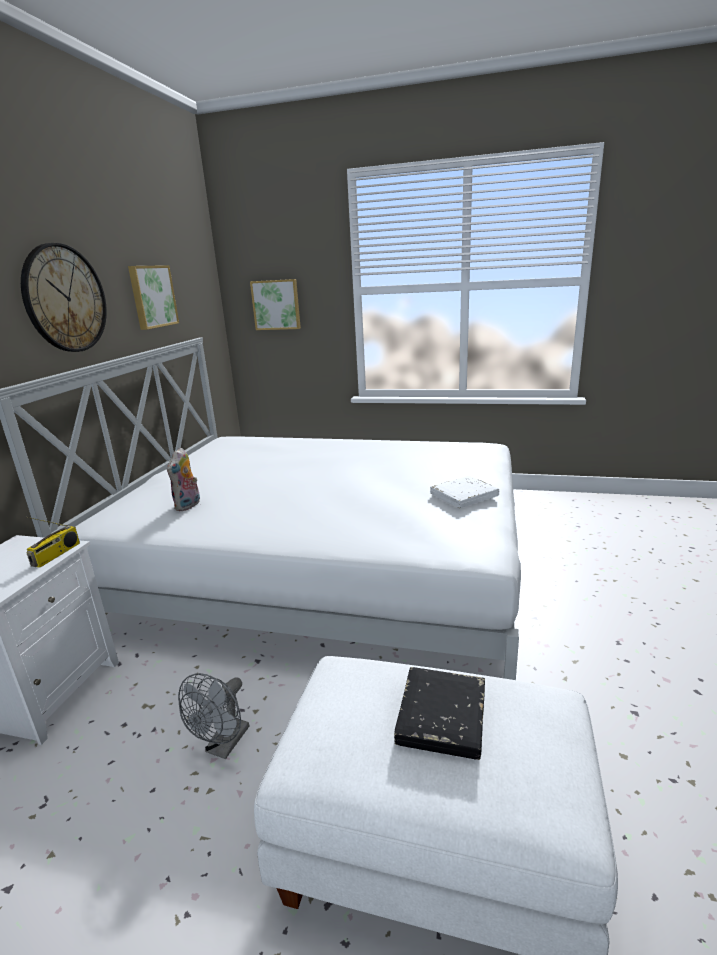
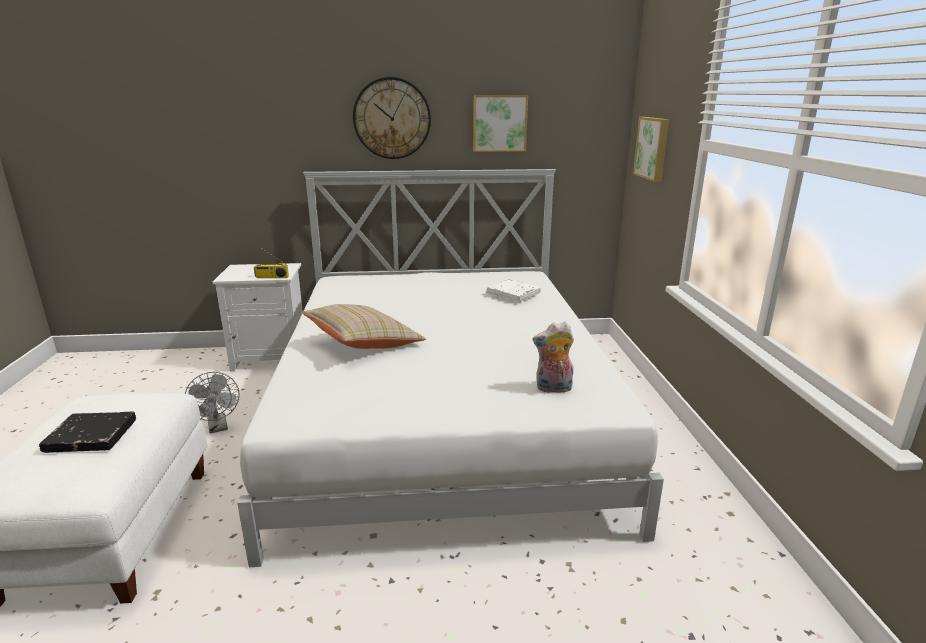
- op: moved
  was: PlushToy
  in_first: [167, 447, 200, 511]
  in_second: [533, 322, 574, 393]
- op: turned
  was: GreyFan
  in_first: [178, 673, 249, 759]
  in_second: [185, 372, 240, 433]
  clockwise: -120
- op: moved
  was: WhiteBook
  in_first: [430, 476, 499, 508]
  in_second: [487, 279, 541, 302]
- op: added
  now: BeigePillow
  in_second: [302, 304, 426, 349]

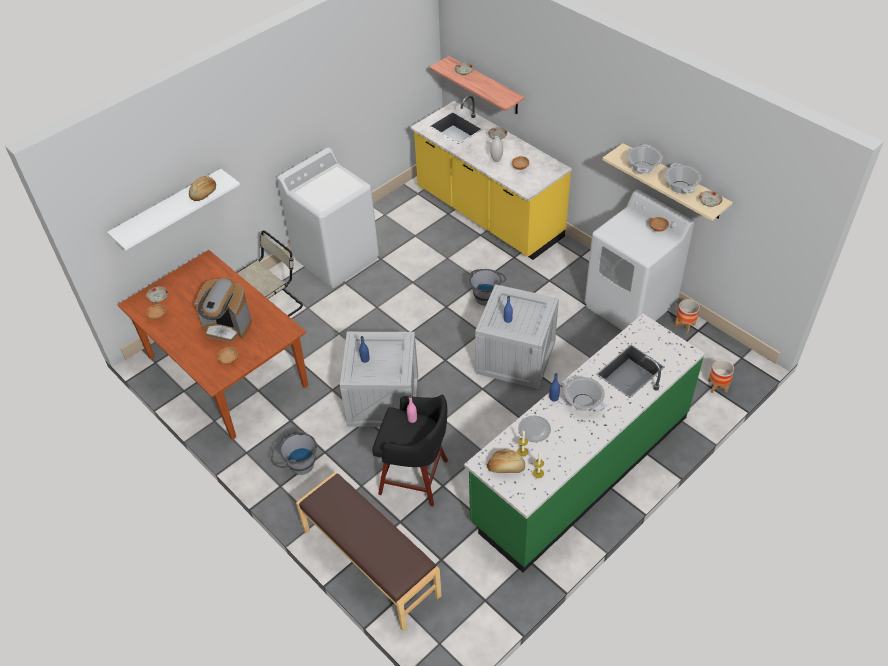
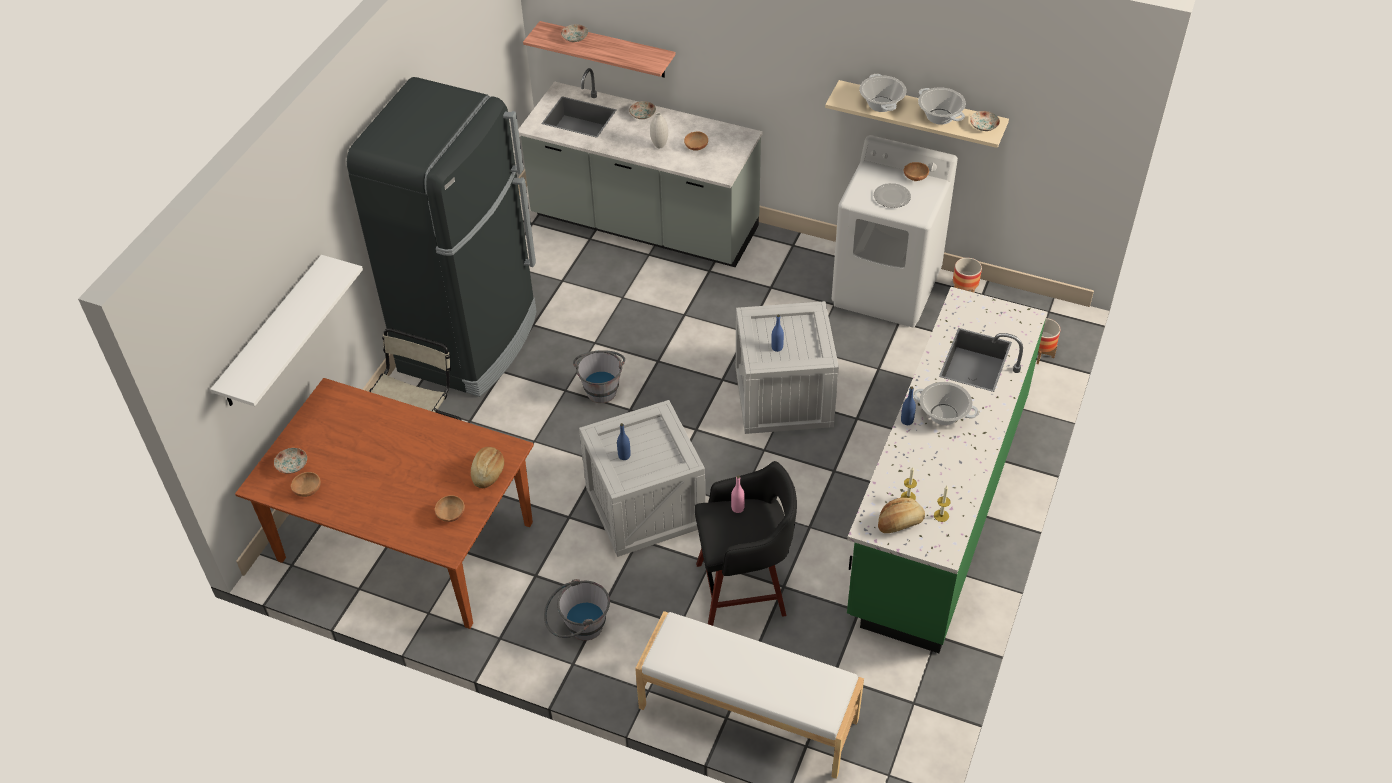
- op: moved
  was: Bread
  in_first: [189, 176, 216, 201]
  in_second: [471, 447, 504, 488]
- op: removed
  was: CoffeeMachine
  in_first: [195, 278, 252, 343]
- op: replaced
  was: WhiteWashingMachine
  now: BlackFridge
  in_first: [277, 148, 379, 288]
  in_second: [347, 77, 537, 397]
- op: recoloured
  was: BrownBench
  now: WhiteBench
  in_first: [296, 472, 442, 631]
  in_second: [635, 611, 864, 779]
- op: recoloured
  was: YellowCounter
  now: GreyCounter
  in_first: [410, 96, 572, 260]
  in_second: [518, 68, 762, 267]
- op: moved
  was: GreyBucket
  in_first: [470, 269, 506, 306]
  in_second: [573, 350, 625, 403]
- op: moved
  was: Plate
  in_first: [518, 415, 551, 442]
  in_second: [874, 183, 911, 208]

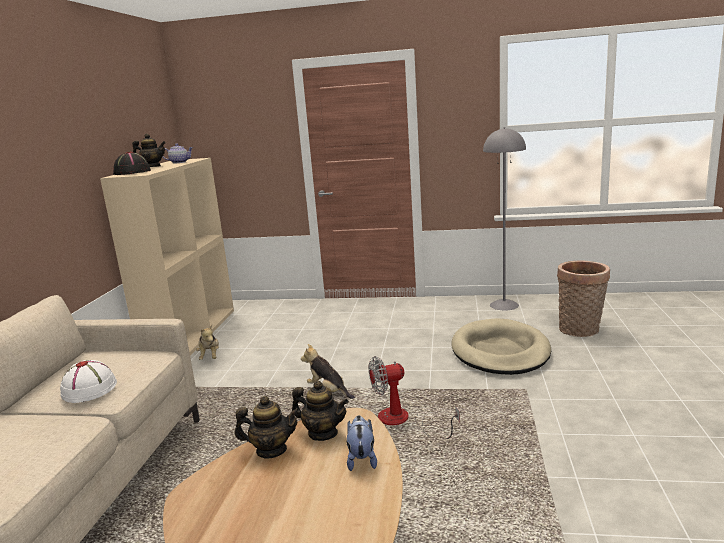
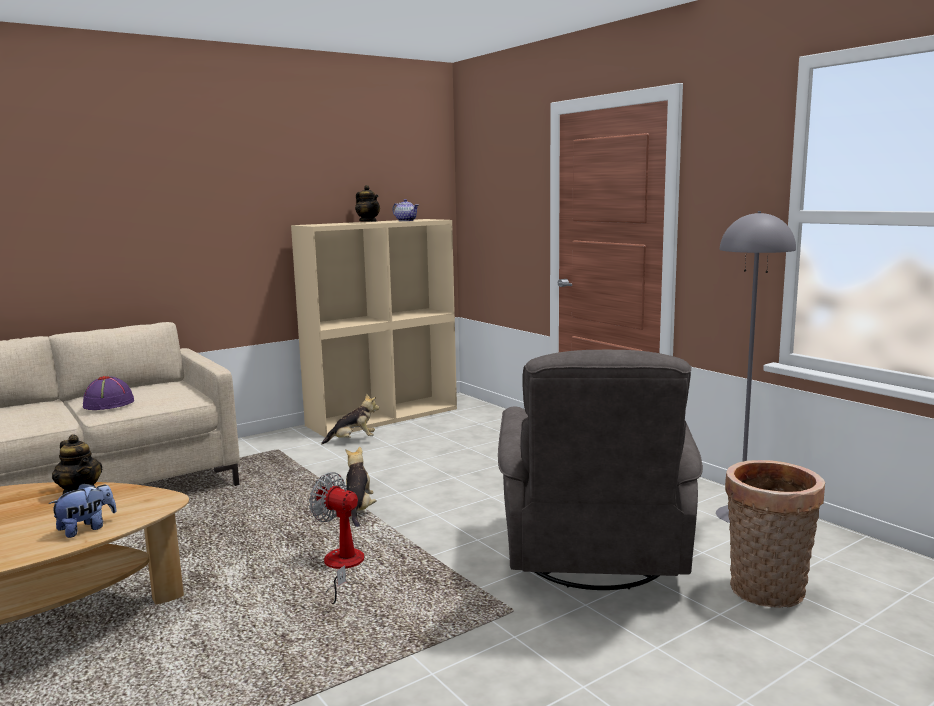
- op: recoloured
  was: WhiteHat
  now: PurpleHat
  in_first: [60, 360, 117, 403]
  in_second: [83, 376, 134, 410]
- op: removed
  was: BlackHat
  in_first: [113, 151, 151, 175]
- op: turned
  was: PlushToy
  in_first: [196, 325, 219, 360]
  in_second: [321, 394, 379, 444]
  clockwise: -135
- op: removed
  was: Teapot
  in_first: [292, 381, 349, 441]
- op: replaced
  was: BeigeDogBed
  now: GreyArmchair
  in_first: [452, 318, 551, 375]
  in_second: [498, 350, 703, 590]

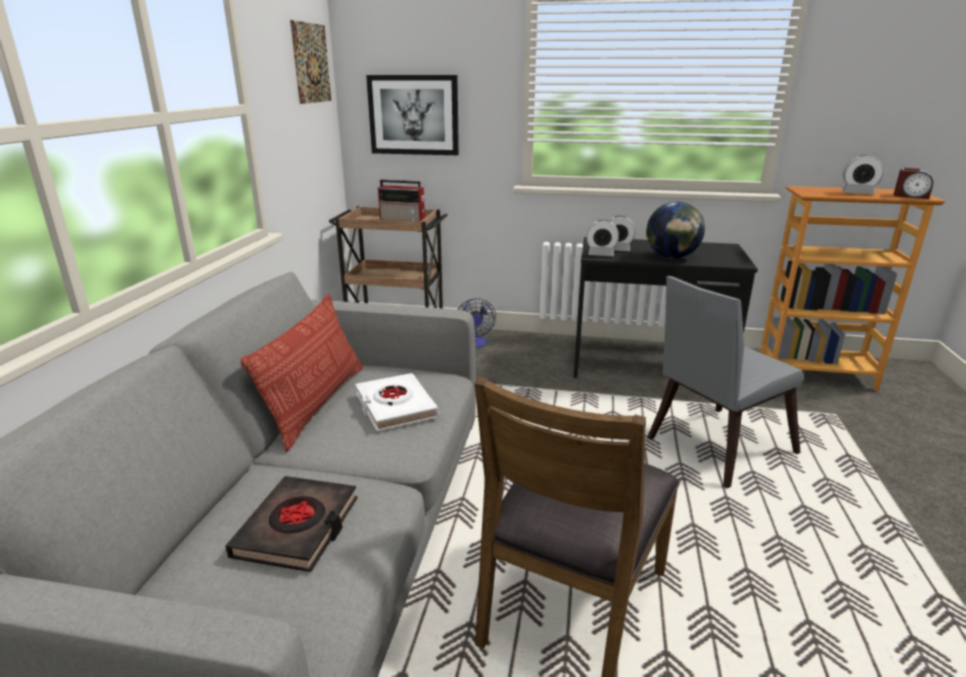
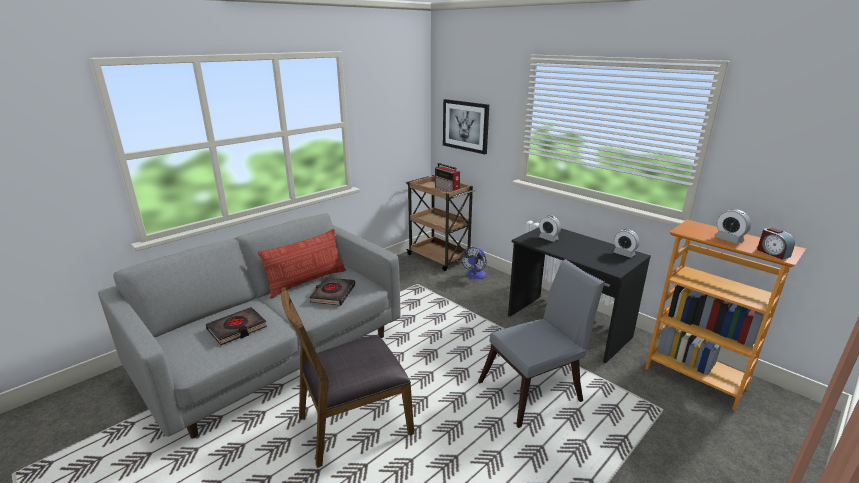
- op: removed
  was: Picture
  in_first: [290, 20, 332, 104]
- op: recoloured
  was: WhiteBook
  now: BlackBook
  in_first: [355, 373, 439, 431]
  in_second: [309, 277, 355, 306]
- op: moved
  was: AlarmClock
  in_first: [586, 220, 619, 256]
  in_second: [613, 229, 640, 258]
- op: removed
  was: Globe
  in_first: [646, 202, 705, 259]
- op: turned
  was: GreyChair
  in_first: [647, 276, 804, 489]
  in_second: [478, 259, 605, 428]
  clockwise: 150

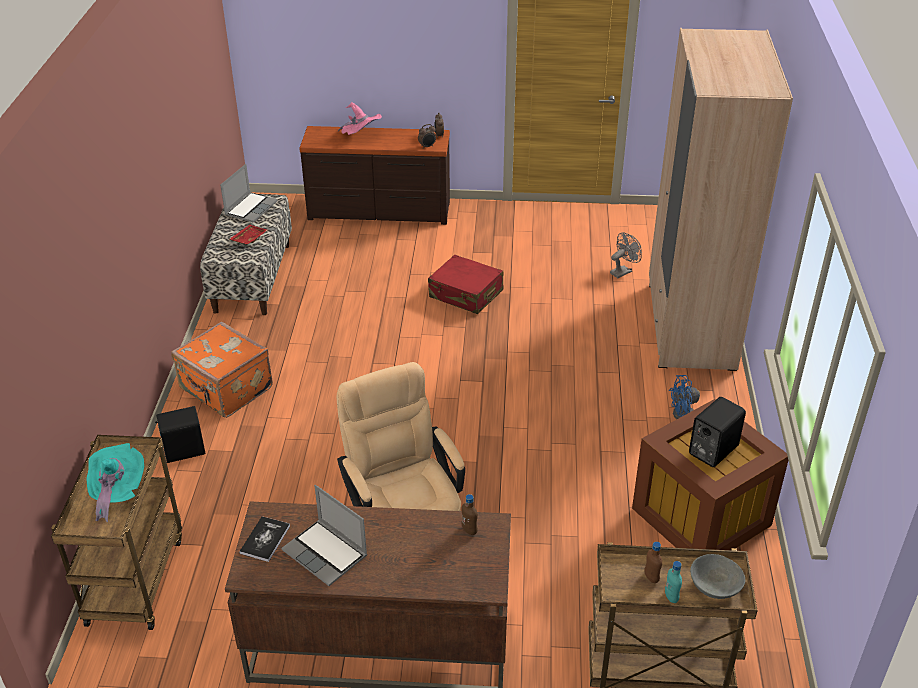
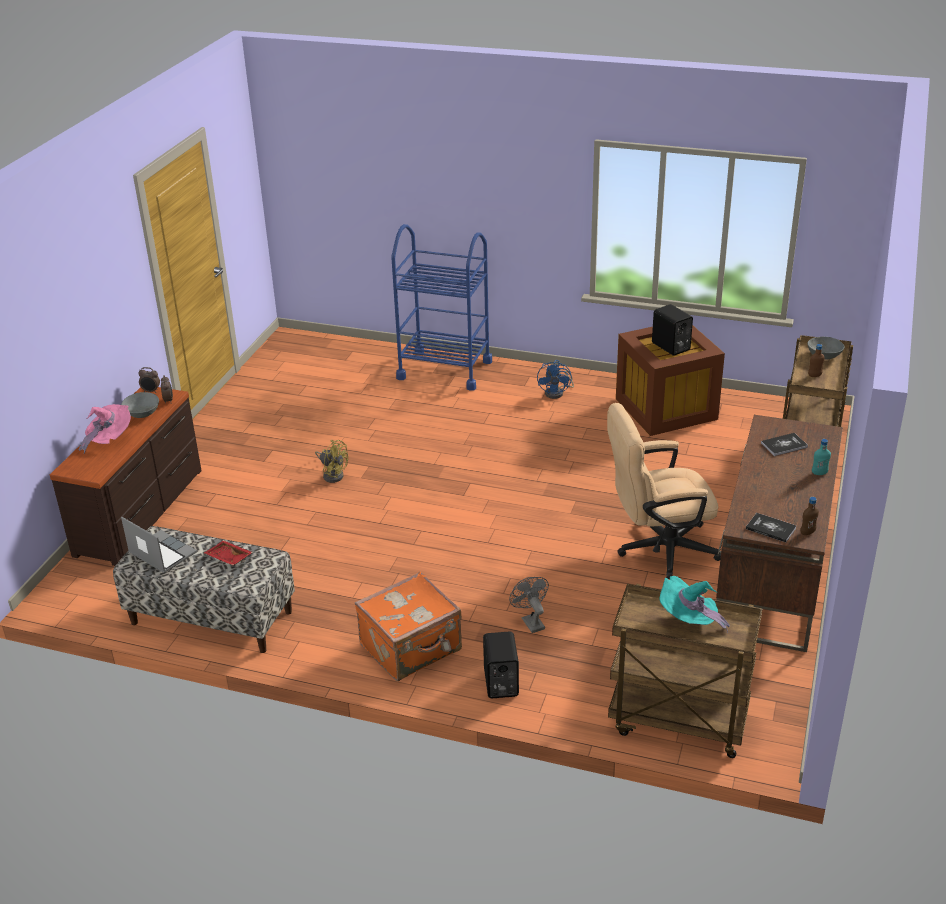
- op: removed
  was: Laptop
  in_first: [282, 485, 367, 586]
- op: replaced
  was: RedSuitcase
  now: YellowFan
  in_first: [428, 255, 504, 314]
  in_second: [315, 440, 348, 483]
- op: moved
  was: BrownBottle
  in_first: [461, 494, 478, 535]
  in_second: [800, 497, 819, 535]
- op: moved
  was: GreyFan
  in_first: [610, 233, 642, 278]
  in_second: [509, 577, 549, 633]
- op: replaced
  was: BeigeWardrobe
  now: BlueCart
  in_first: [649, 28, 793, 371]
  in_second: [391, 224, 492, 391]
- op: moved
  was: TurquoiseBottle
  in_first: [665, 561, 682, 603]
  in_second: [812, 439, 831, 475]
- op: added
  now: GreyBowl
  in_second: [121, 392, 159, 418]
- op: added
  now: Book
  in_second: [761, 433, 808, 456]

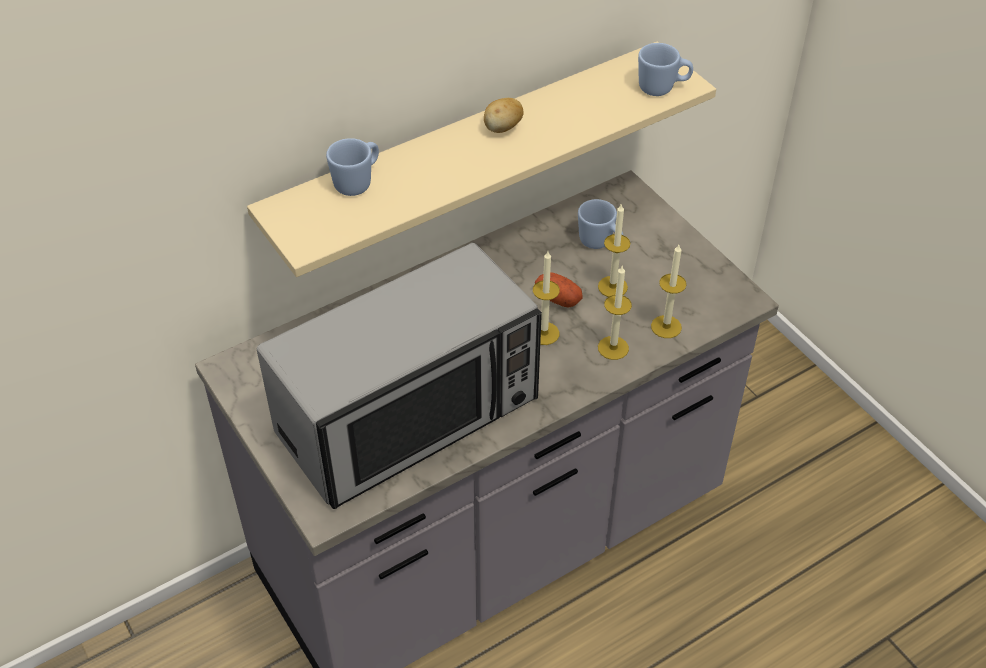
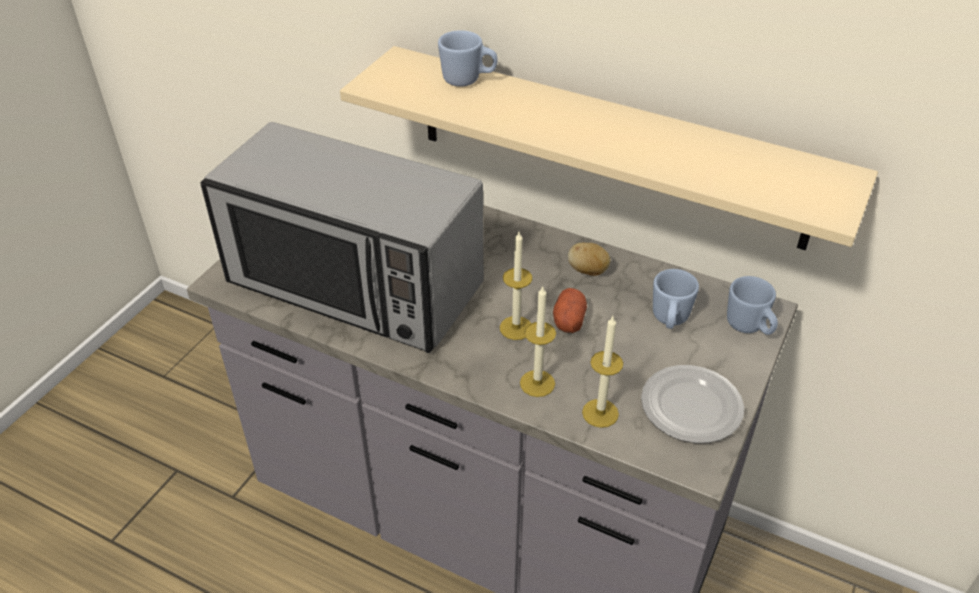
- op: moved
  was: Potato
  in_first: [484, 98, 523, 133]
  in_second: [568, 243, 610, 276]
- op: removed
  was: Candle
  in_first: [598, 203, 630, 297]
- op: moved
  was: BlueMug
  in_first: [638, 43, 693, 96]
  in_second: [727, 276, 778, 335]
- op: added
  now: Plate
  in_second: [641, 365, 744, 443]

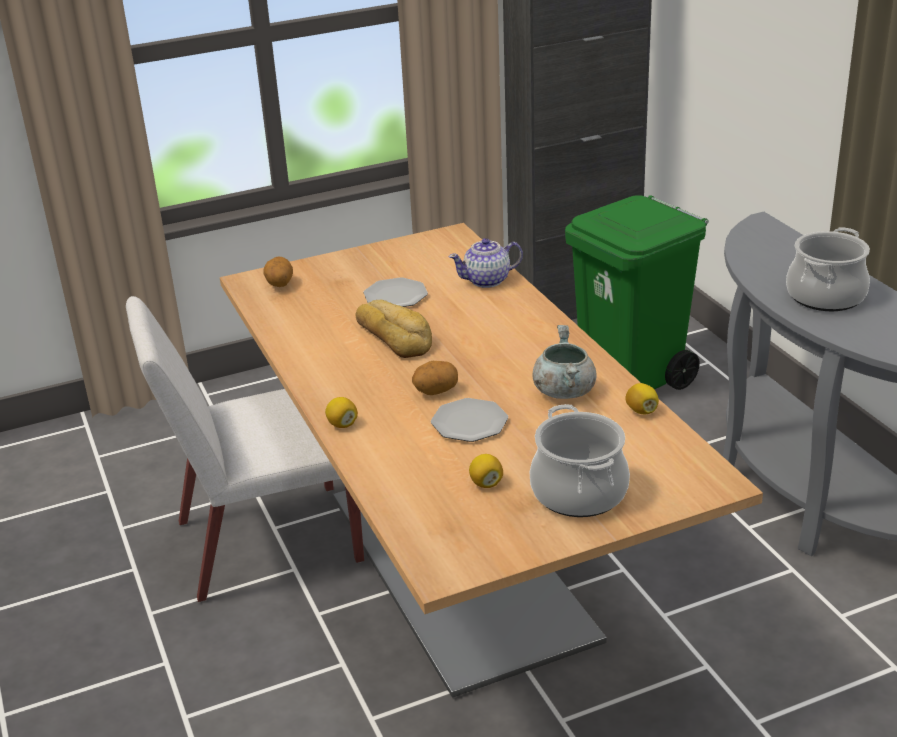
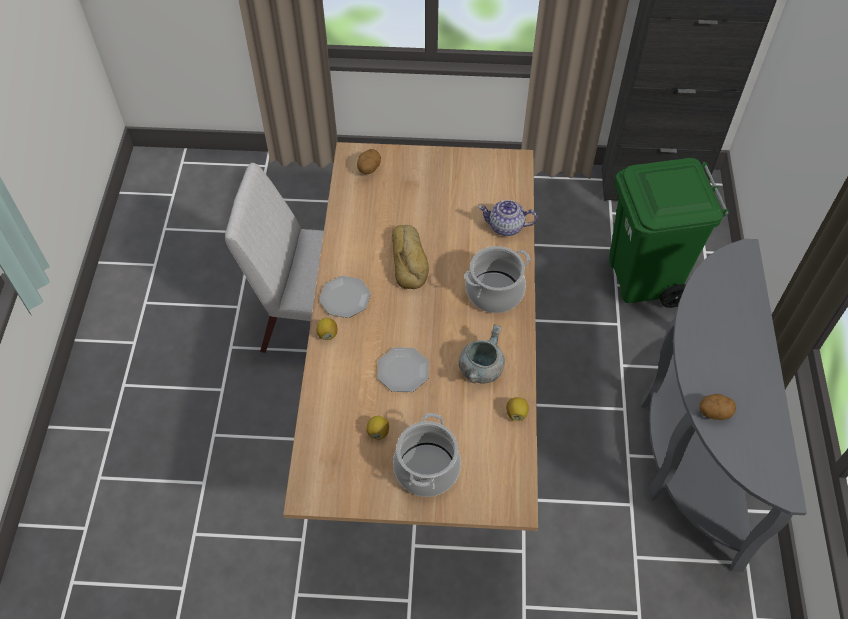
- op: moved
  was: Plate
  in_first: [364, 277, 428, 307]
  in_second: [319, 276, 371, 318]
- op: moved
  was: Potato
  in_first: [412, 361, 458, 395]
  in_second: [699, 394, 736, 420]
- op: moved
  was: CookingPot
  in_first: [786, 228, 870, 311]
  in_second: [464, 246, 530, 313]

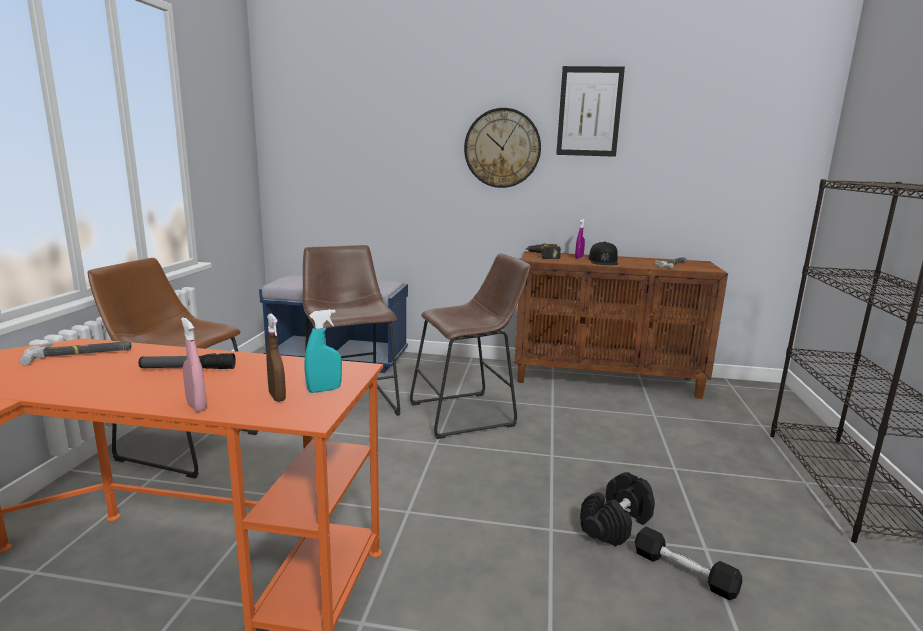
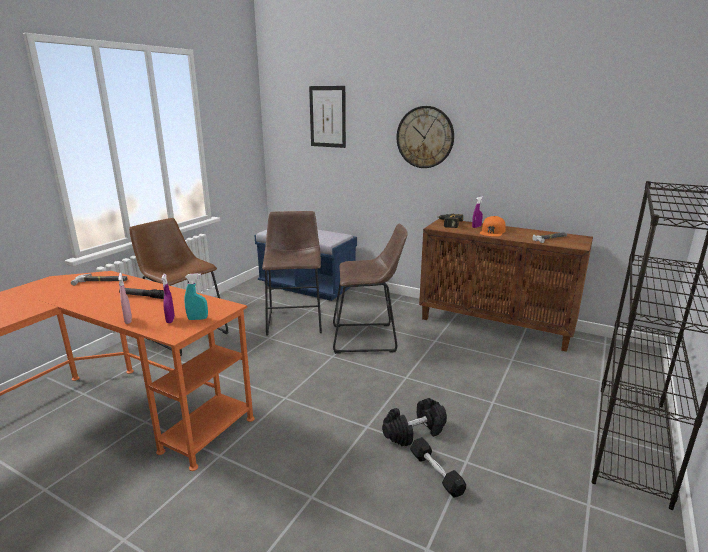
- op: recoloured
  was: BrownSprayBottle
  now: PurpleSprayBottle
  in_first: [266, 313, 286, 402]
  in_second: [161, 274, 175, 323]
- op: moved
  was: Picture
  in_first: [556, 66, 625, 157]
  in_second: [309, 86, 346, 148]
- op: recoloured
  was: BlackCap
  now: OrangeCap
  in_first: [589, 241, 618, 265]
  in_second: [480, 216, 506, 237]

